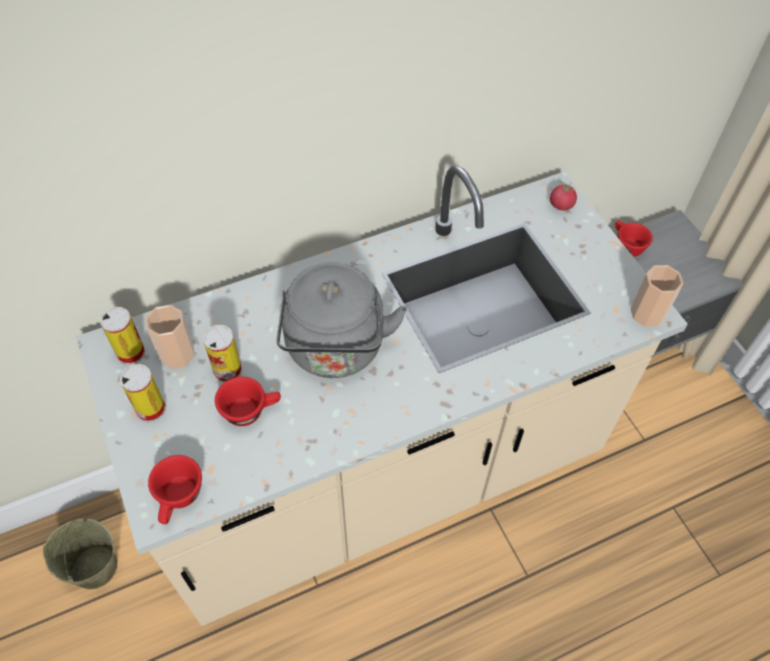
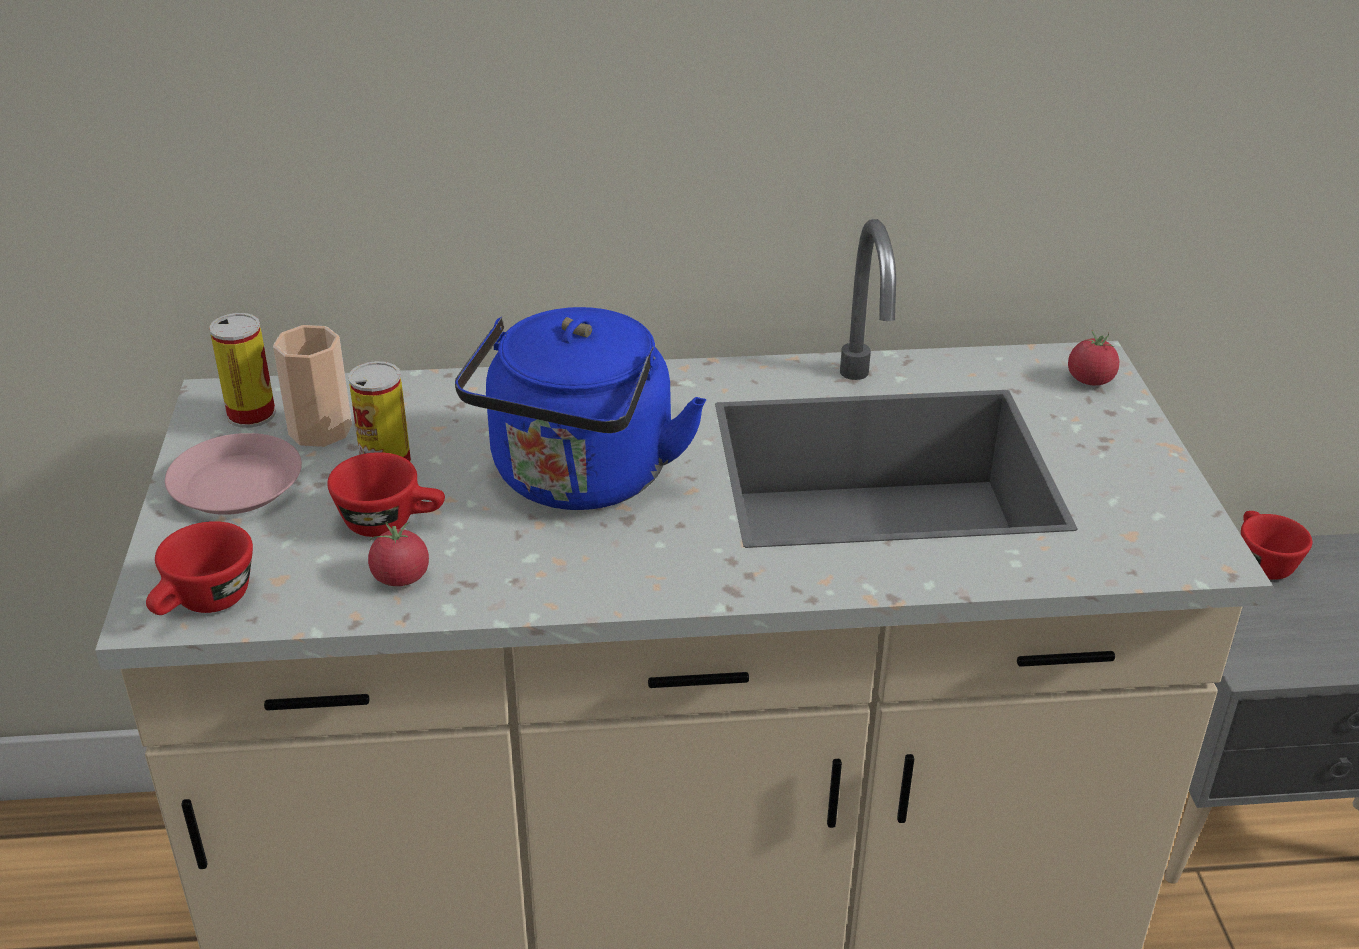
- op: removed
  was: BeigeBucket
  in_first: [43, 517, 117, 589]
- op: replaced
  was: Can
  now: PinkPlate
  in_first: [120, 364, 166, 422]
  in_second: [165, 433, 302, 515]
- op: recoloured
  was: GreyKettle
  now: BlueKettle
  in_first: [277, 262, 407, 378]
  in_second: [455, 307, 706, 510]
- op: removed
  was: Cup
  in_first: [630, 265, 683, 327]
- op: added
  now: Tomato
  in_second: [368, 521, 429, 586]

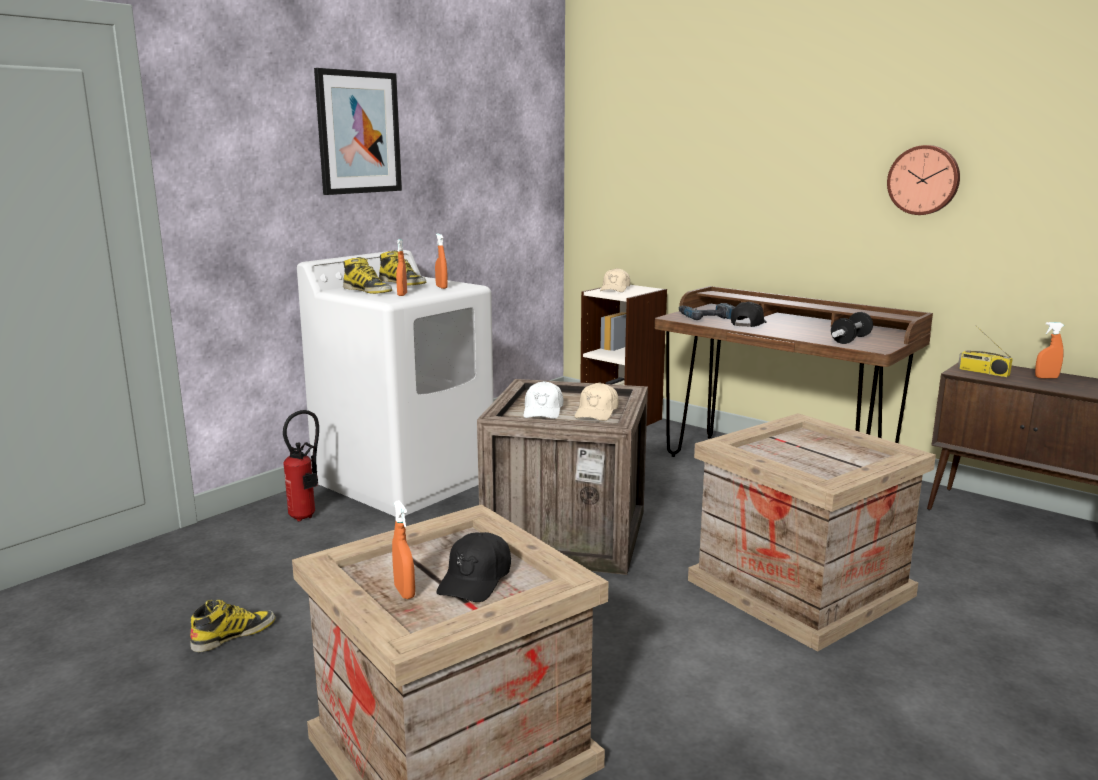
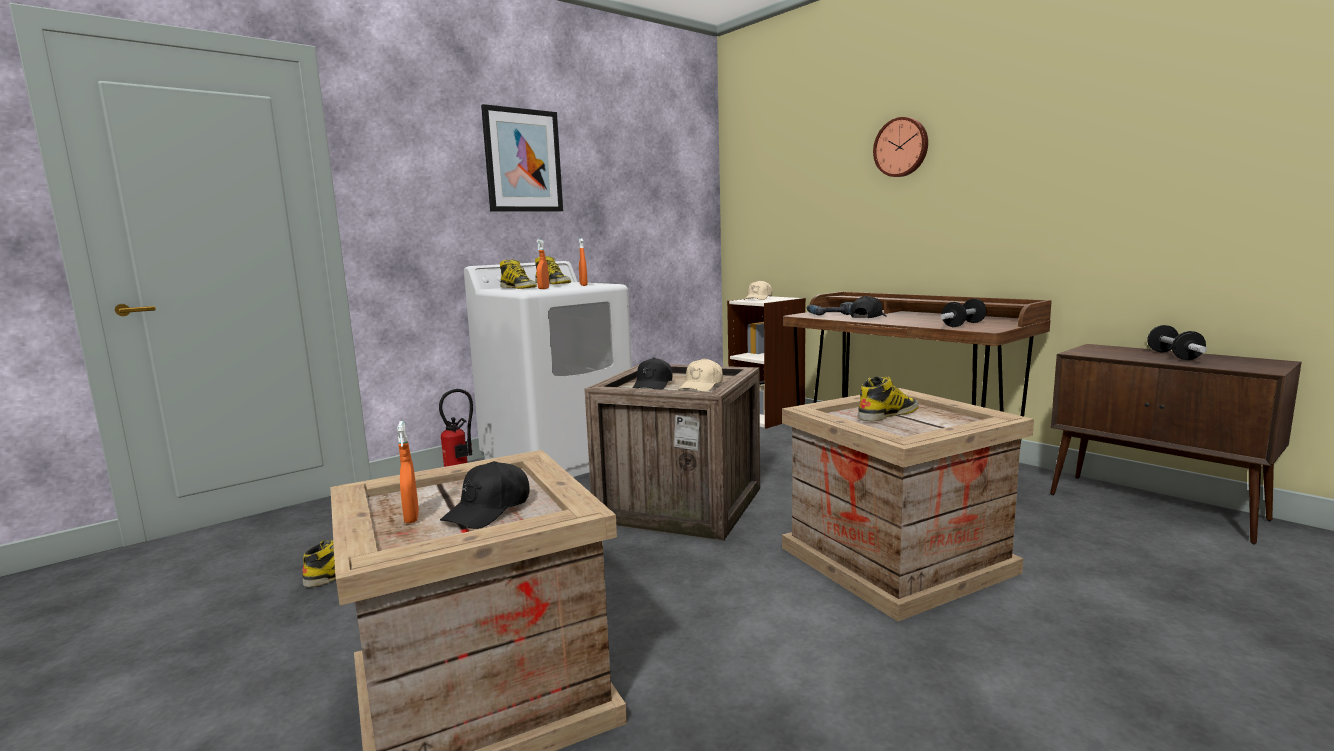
- op: recoloured
  was: WhiteCap
  now: BlackCap
  in_first: [523, 381, 564, 419]
  in_second: [633, 358, 673, 390]
- op: moved
  was: WallClock
  in_first: [887, 145, 960, 215]
  in_second: [873, 117, 928, 177]
- op: removed
  was: Radio
  in_first: [958, 326, 1013, 377]
- op: replaced
  was: OrangeSprayBottle
  now: Dumbbell
  in_first: [1035, 322, 1064, 379]
  in_second: [1147, 325, 1207, 360]
- op: added
  now: Boot
  in_second: [858, 376, 919, 421]

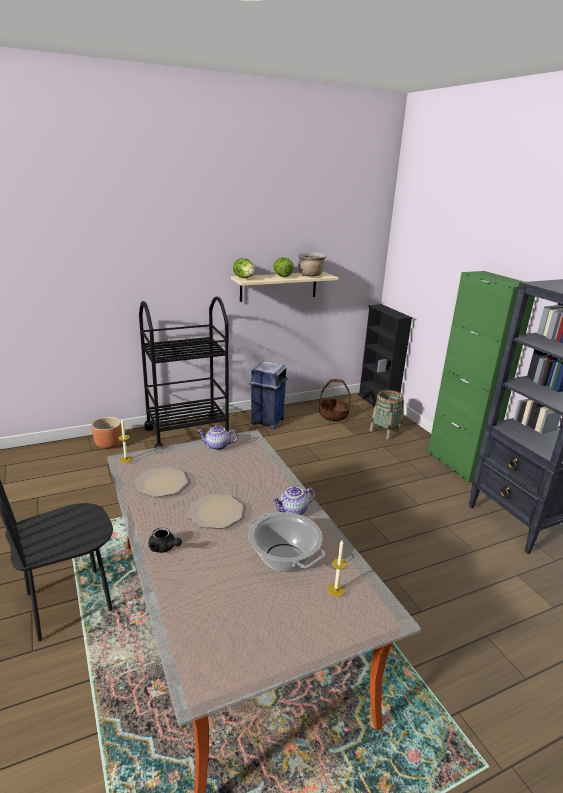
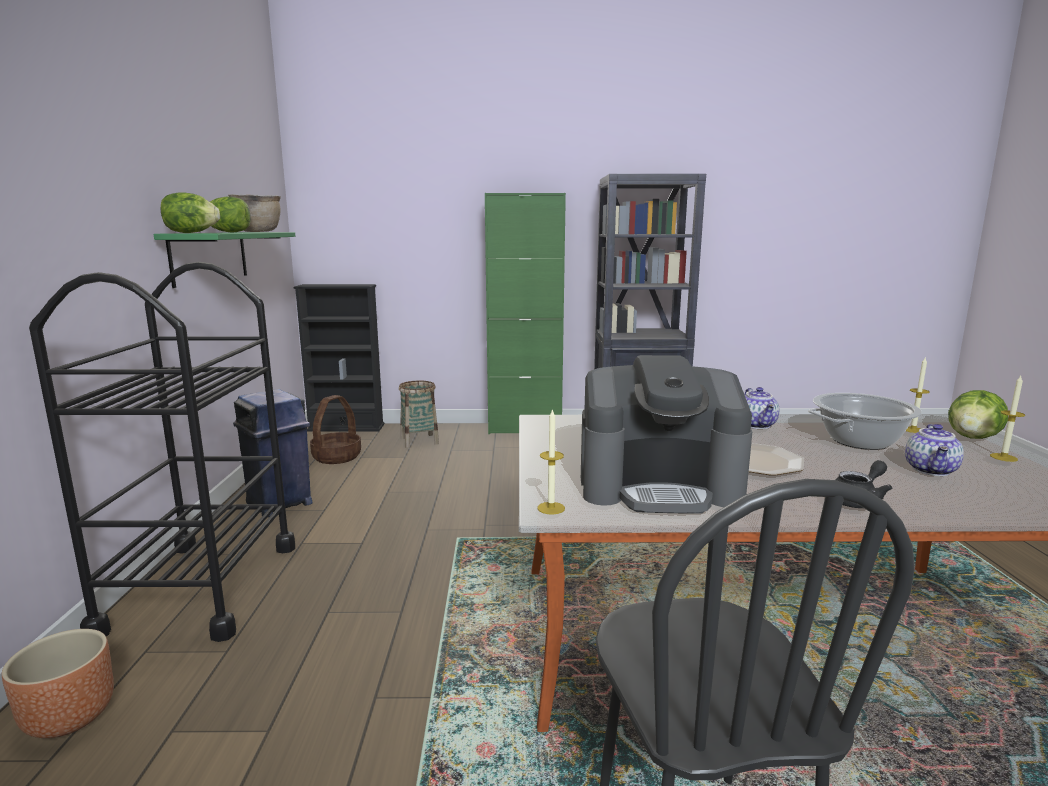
- op: replaced
  was: Plate
  now: CoffeeMachine
  in_first: [135, 467, 188, 497]
  in_second: [581, 355, 752, 514]
- op: moved
  was: Teapot
  in_first: [198, 425, 237, 450]
  in_second: [905, 424, 964, 476]
- op: recoloured
  was: BeigeShelf
  now: GreenShelf
  in_first: [231, 272, 338, 302]
  in_second: [153, 232, 295, 288]
- op: added
  now: Lettuce
  in_second: [948, 390, 1008, 439]
- op: added
  now: Candle
  in_second: [990, 376, 1025, 462]

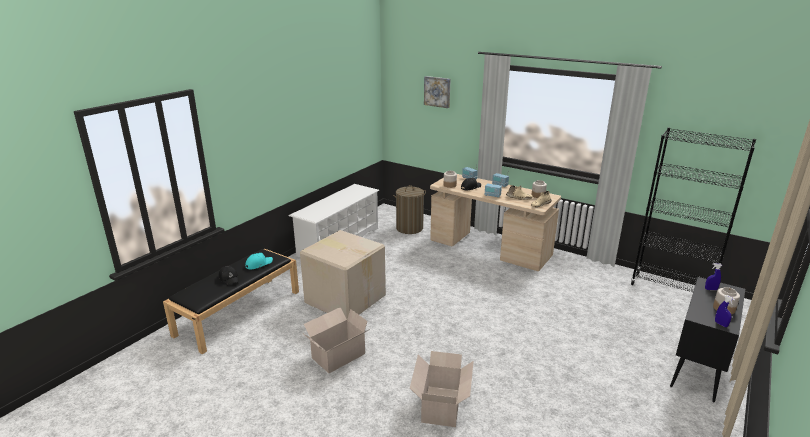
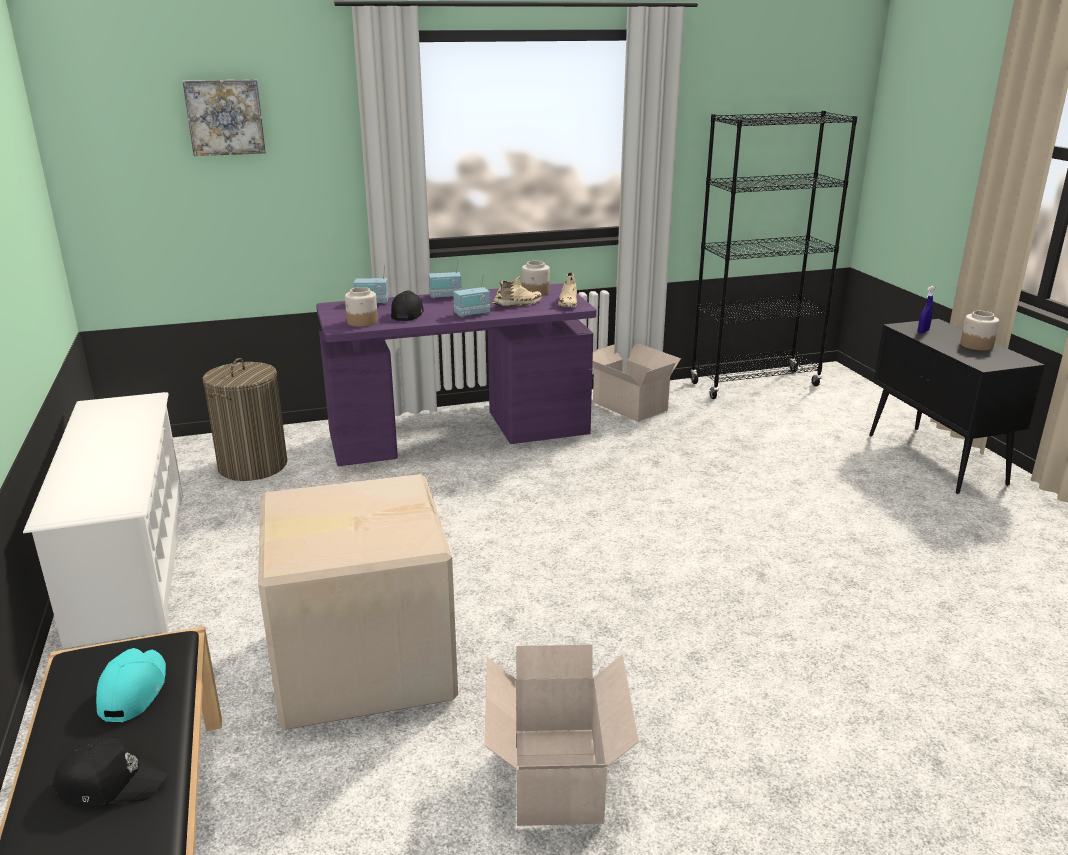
- op: moved
  was: CardboardBox
  in_first: [410, 351, 474, 427]
  in_second: [592, 344, 681, 422]
- op: recoloured
  was: BeigeDesk
  now: PurpleDesk
  in_first: [430, 174, 561, 271]
  in_second: [316, 283, 596, 466]
- op: removed
  was: BlueSprayBottle
  in_first: [715, 295, 735, 327]

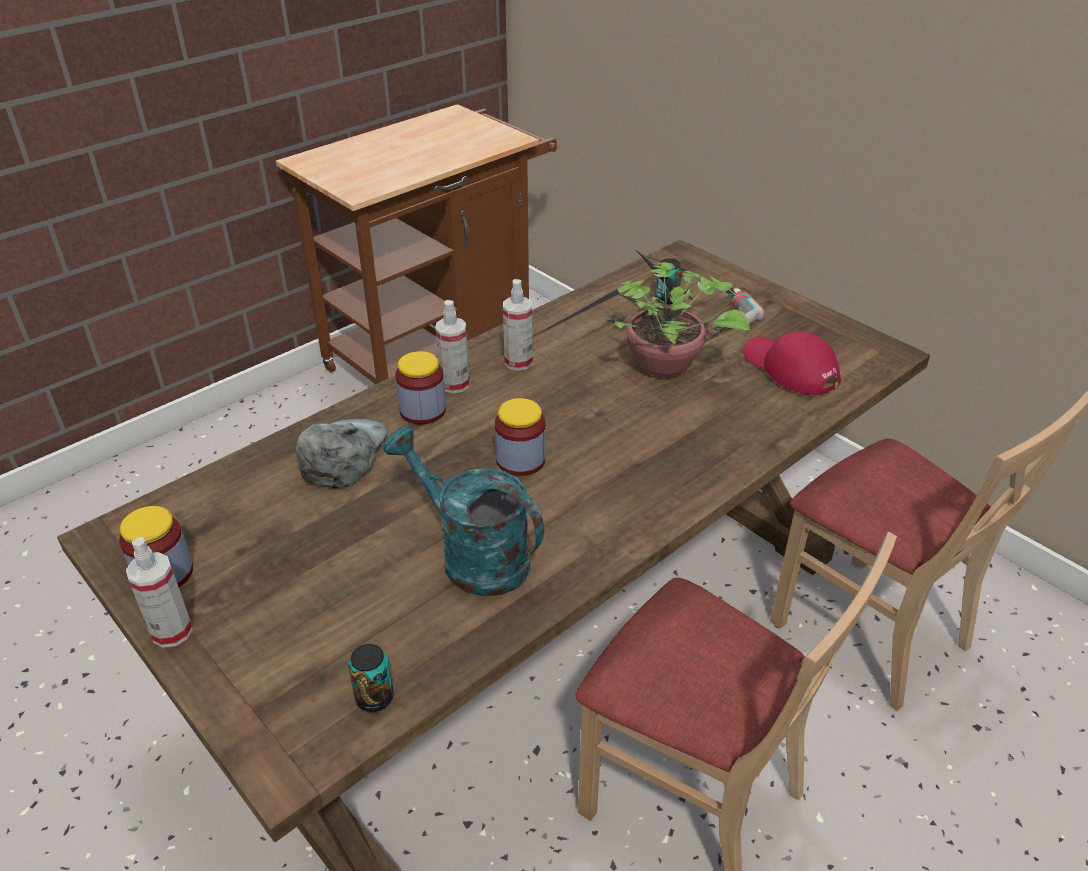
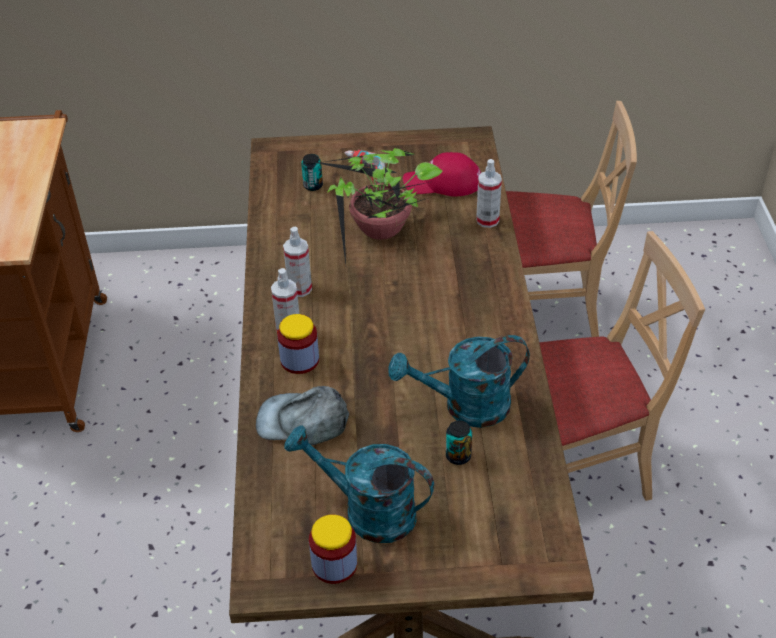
- op: moved
  was: SprayBottle
  in_first: [126, 537, 193, 648]
  in_second: [476, 159, 502, 228]
- op: turned
  was: GreyCap
  in_first: [296, 419, 388, 488]
  in_second: [256, 386, 349, 445]
  clockwise: -45
- op: moved
  was: Can
  in_first: [348, 644, 394, 712]
  in_second: [446, 420, 472, 465]
- op: removed
  was: Jar
  in_first: [495, 398, 546, 476]
- op: added
  now: TurquoiseWateringCan
  in_second: [284, 425, 434, 543]

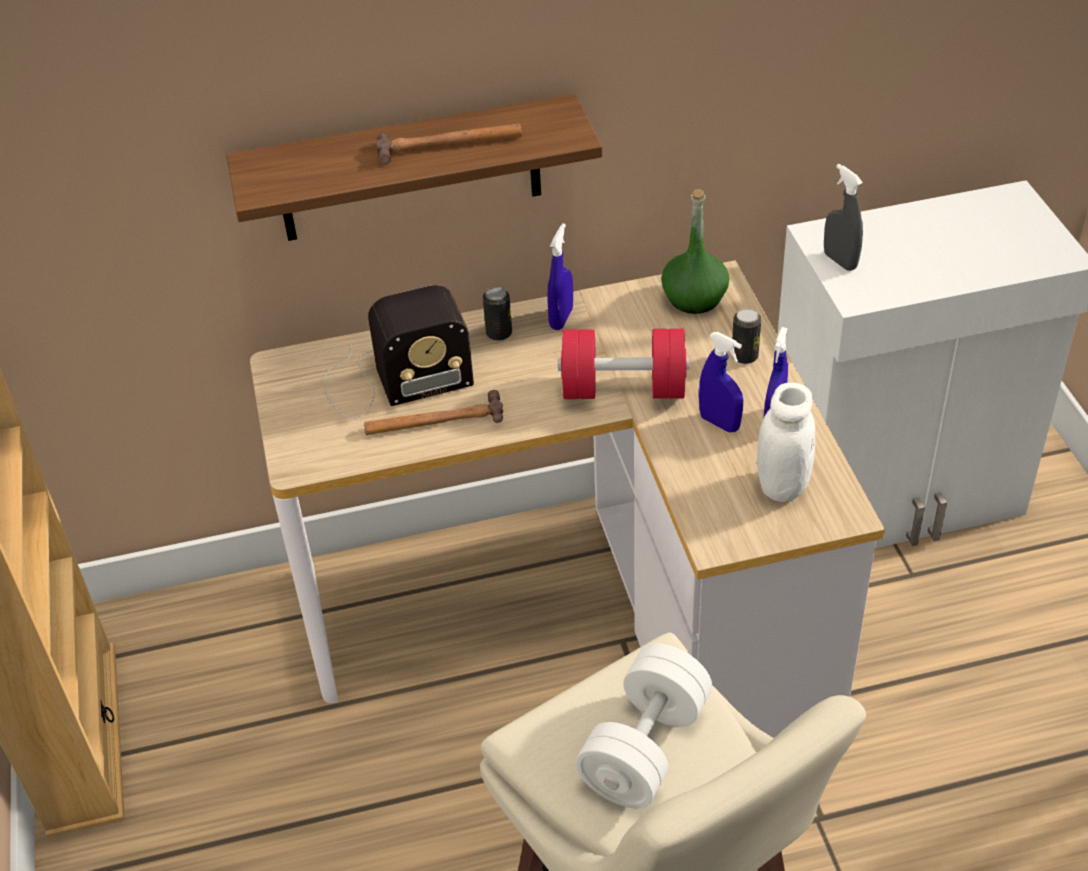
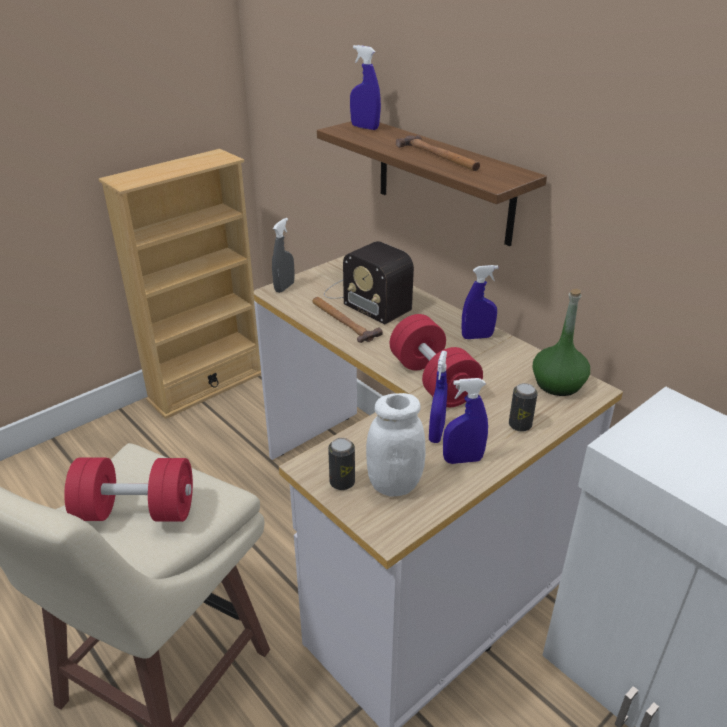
- op: moved
  was: Can
  in_first: [483, 287, 512, 341]
  in_second: [328, 438, 355, 490]
- op: recoloured
  was: WhiteDumbbell
  now: RedDumbbell
  in_first: [576, 644, 712, 808]
  in_second: [64, 457, 193, 522]
- op: moved
  was: GreySprayBottle
  in_first: [824, 164, 863, 271]
  in_second: [272, 218, 295, 293]
- op: added
  now: BlueSprayBottle
  in_second: [350, 45, 381, 130]

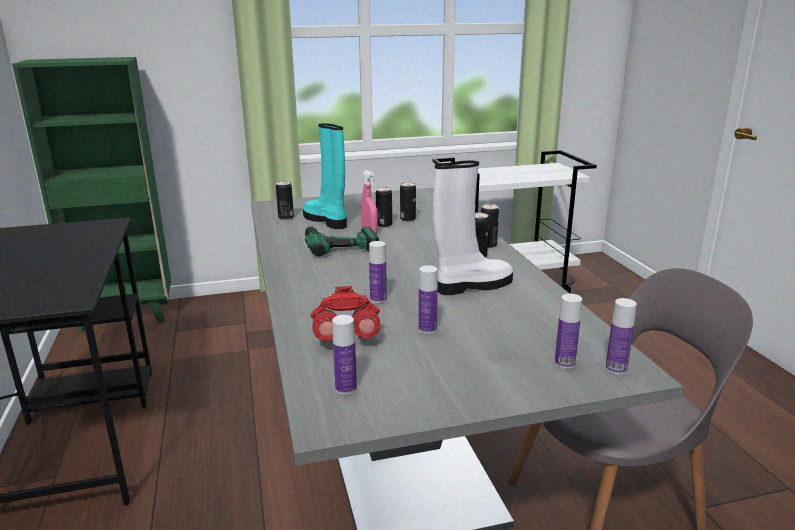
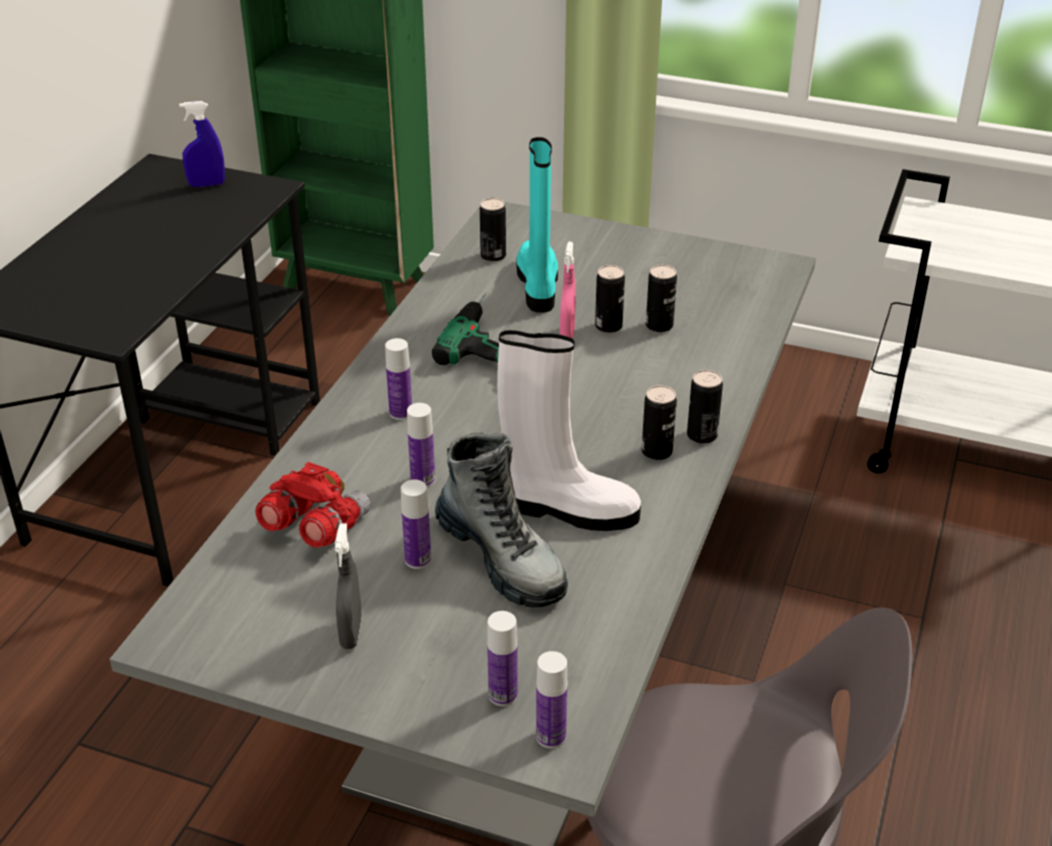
- op: moved
  was: Bottle
  in_first: [332, 315, 357, 395]
  in_second: [385, 338, 412, 420]
- op: added
  now: BlueSprayBottle
  in_second: [179, 101, 225, 187]
- op: added
  now: GreySprayBottle
  in_second: [335, 523, 362, 649]
- op: added
  now: Boot
  in_second: [435, 432, 568, 608]

